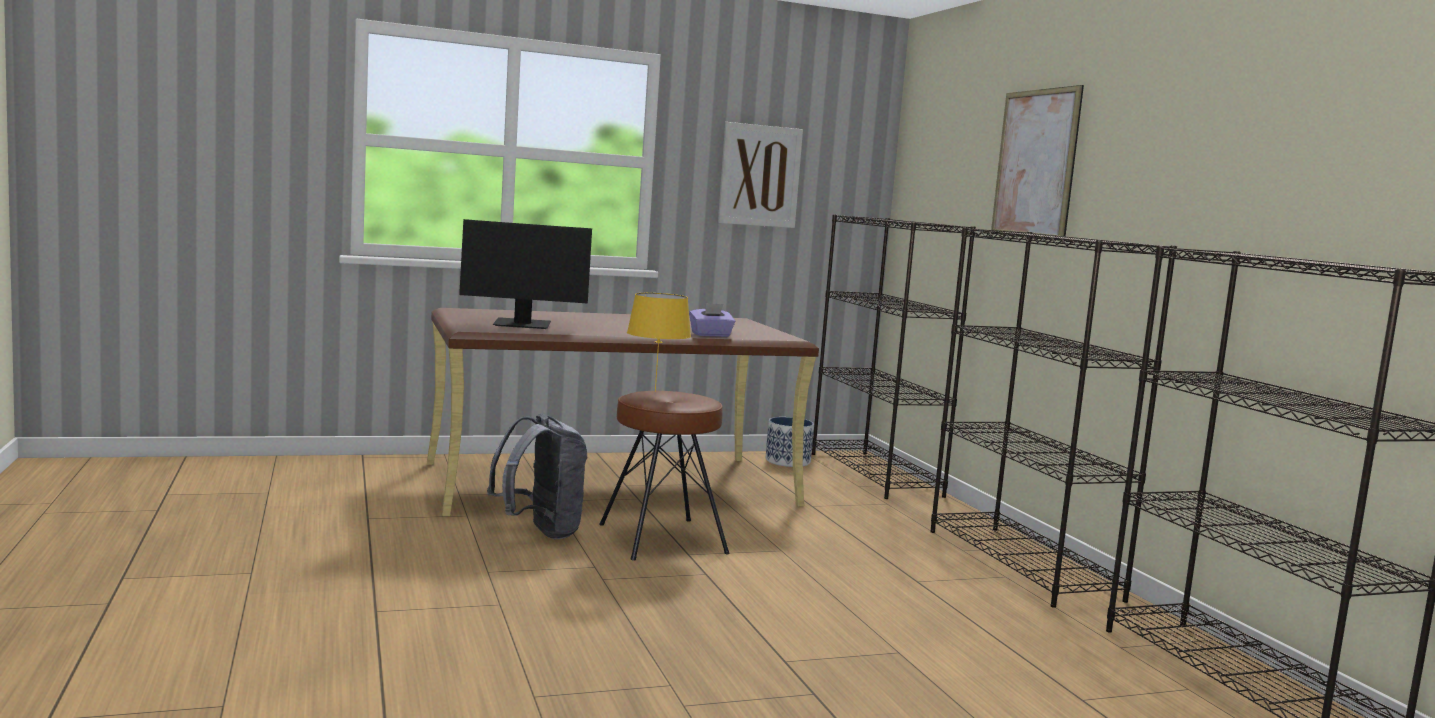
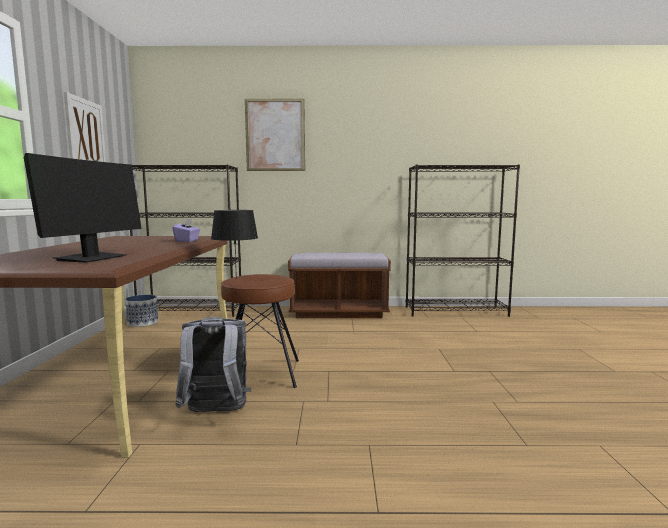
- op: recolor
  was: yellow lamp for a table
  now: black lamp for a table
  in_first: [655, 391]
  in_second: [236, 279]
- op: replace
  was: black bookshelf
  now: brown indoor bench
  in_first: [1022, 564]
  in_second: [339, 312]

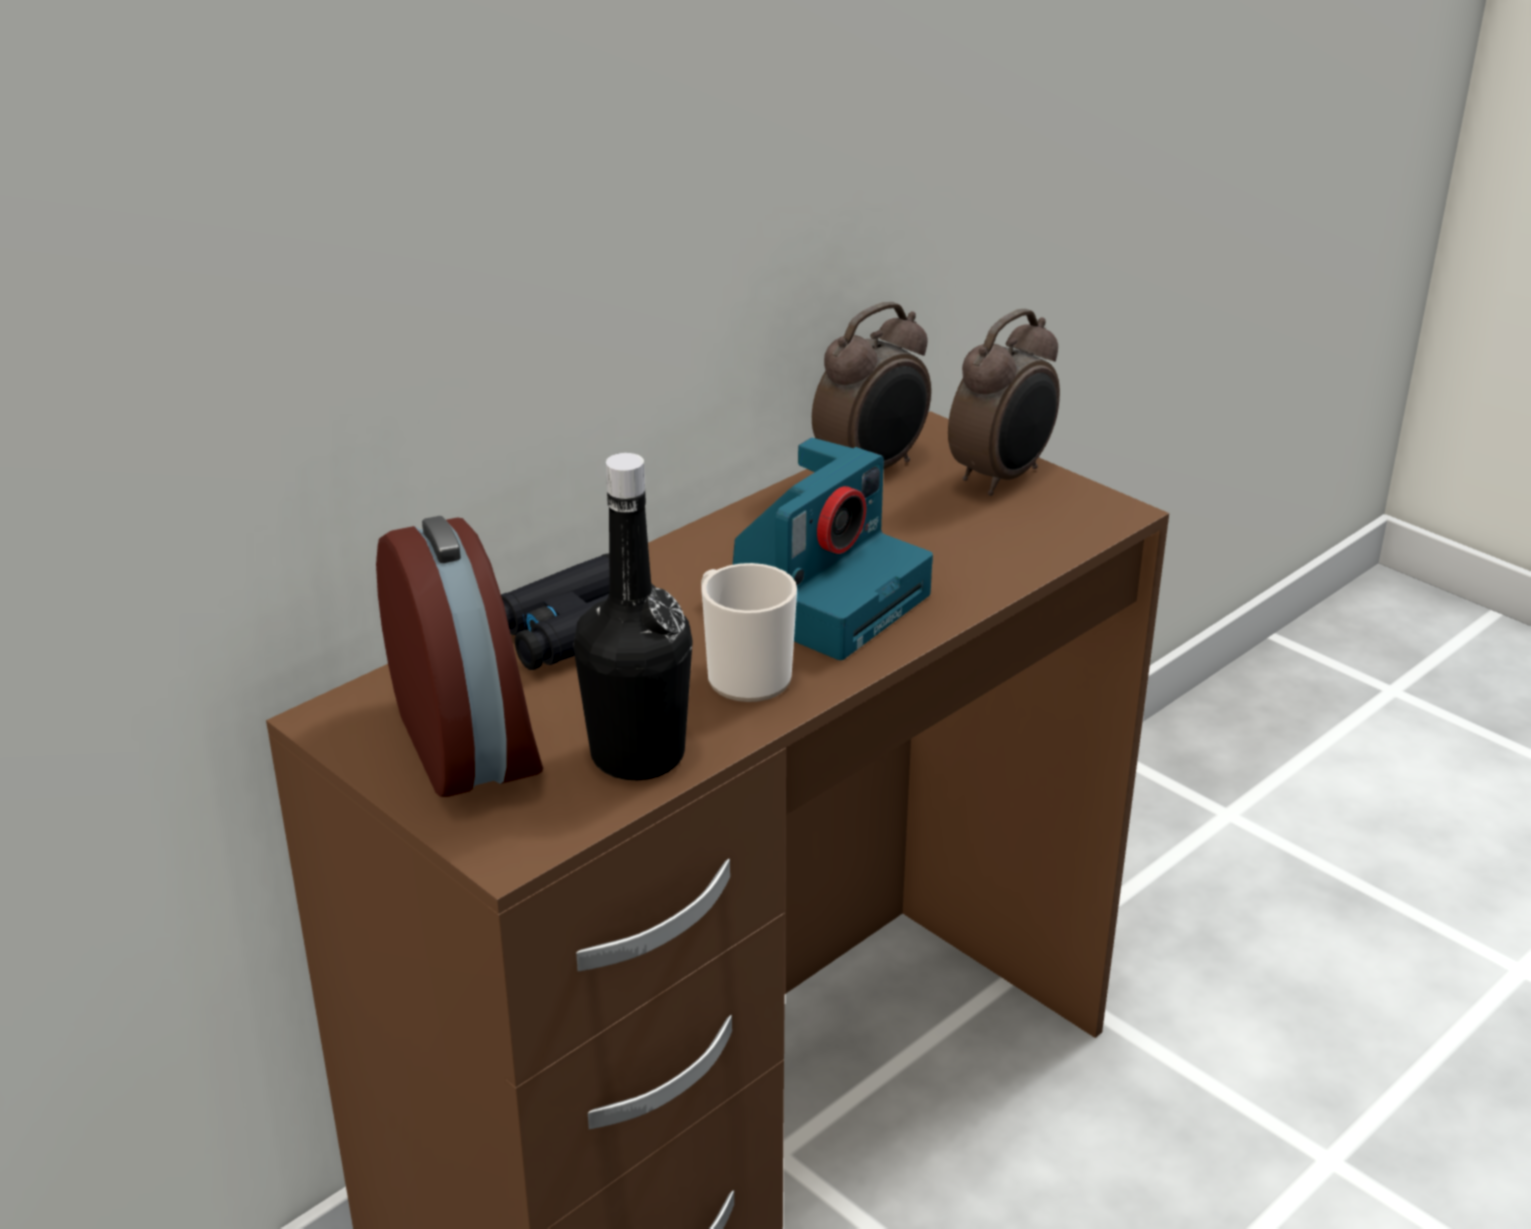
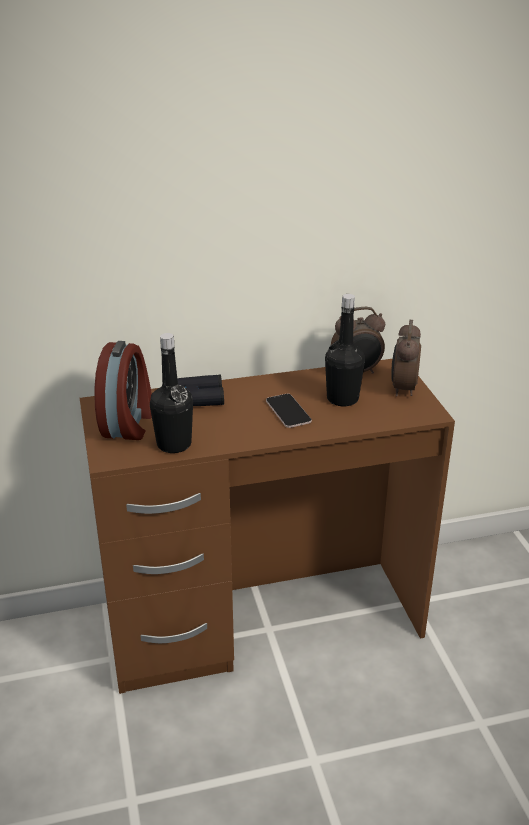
- op: delete
  was: coffee mug
  in_first: [742, 674]
- op: replace
  was: still camera
  now: handset
  in_first: [819, 596]
  in_second: [288, 411]
- op: rotate
  was: table clock
  in_first: [1003, 477]
  in_second: [402, 389]
  clockwise: 120
- op: insert
  now: black beverage bottle
  in_second: [342, 399]

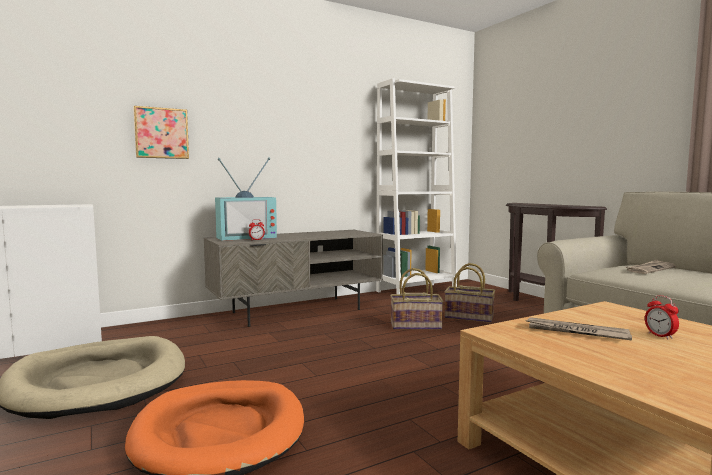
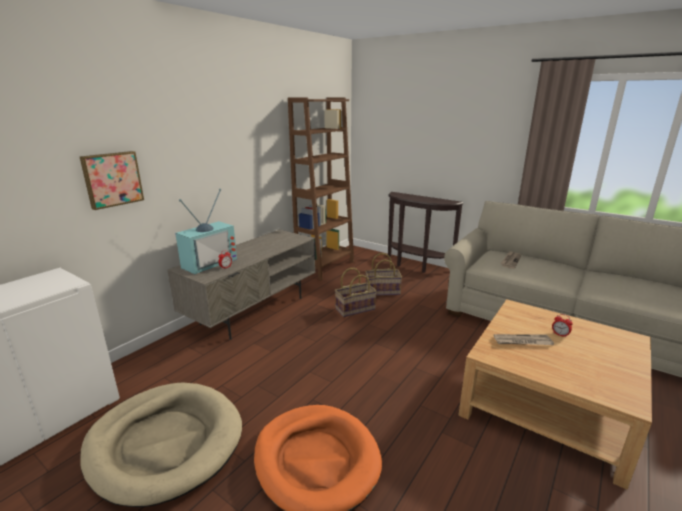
- op: recolor
  was: whitish bookshelf
  now: brown bookshelf
  in_first: [416, 291]
  in_second: [325, 267]

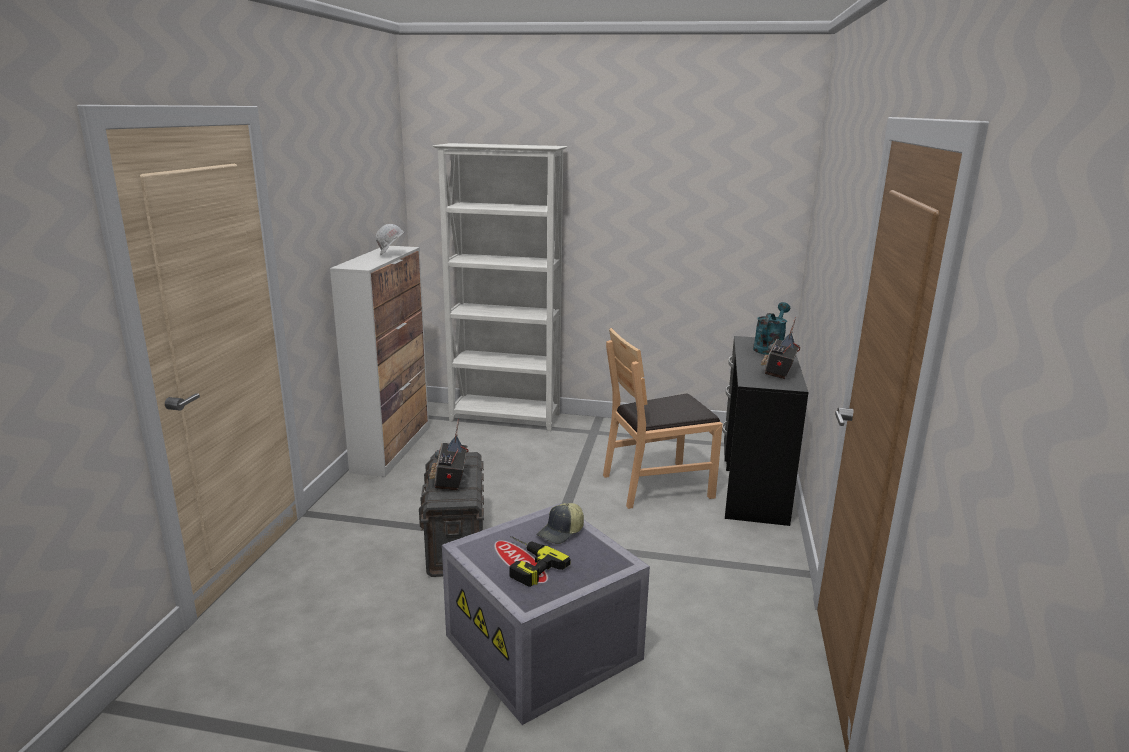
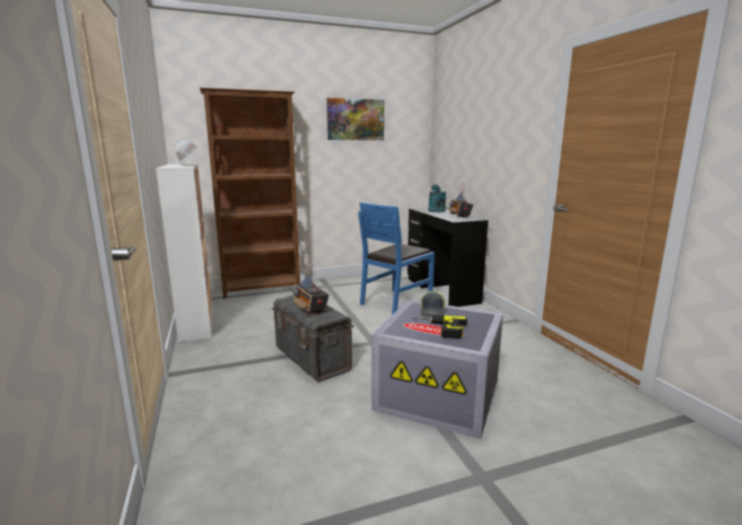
- op: recolor
  was: whitish bookshelf
  now: brown bookshelf
  in_first: [505, 418]
  in_second: [262, 290]
- op: recolor
  was: brown plain chair
  now: blue-coloured plain chair
  in_first: [657, 485]
  in_second: [395, 302]
- op: insert
  now: wall art
  in_second: [355, 119]

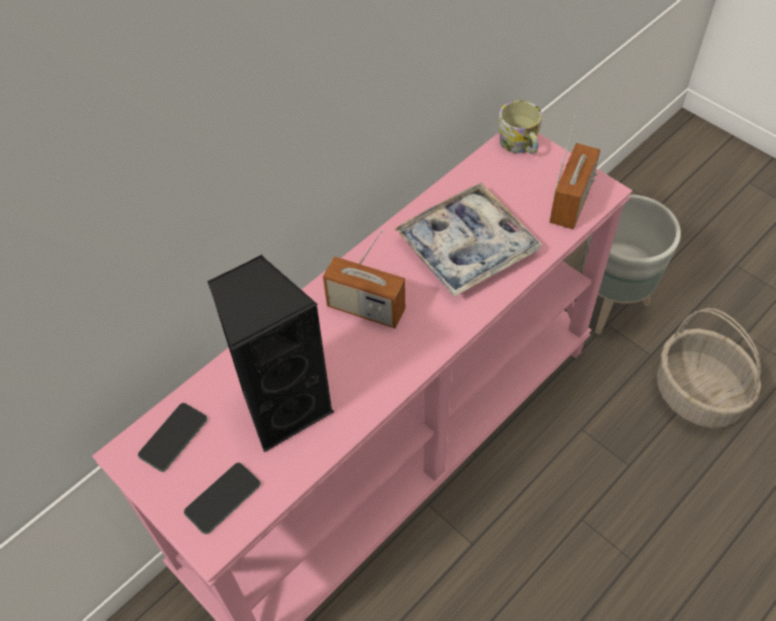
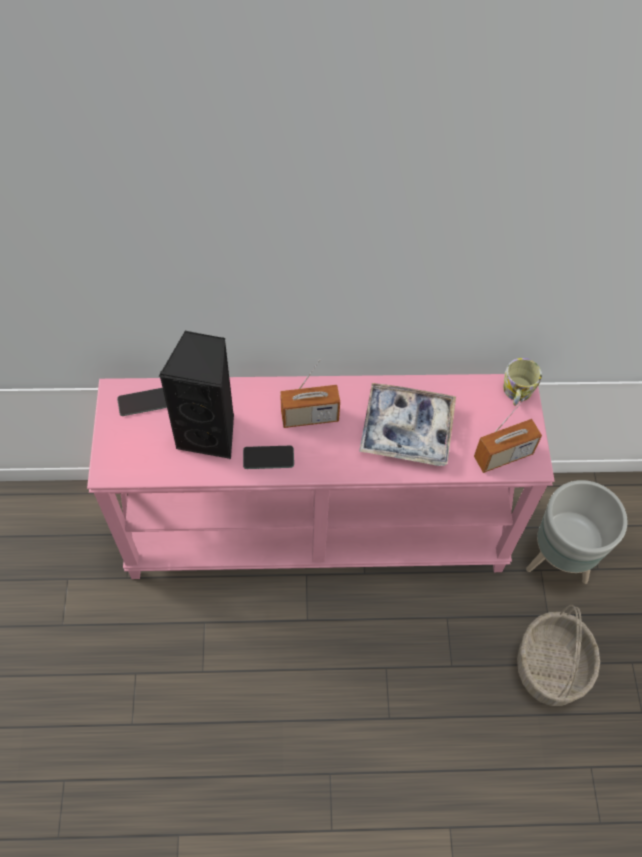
- op: move
  was: handset
  in_first: [223, 498]
  in_second: [268, 458]
- op: rotate
  was: radio set
  in_first: [366, 308]
  in_second: [309, 417]
  clockwise: -75

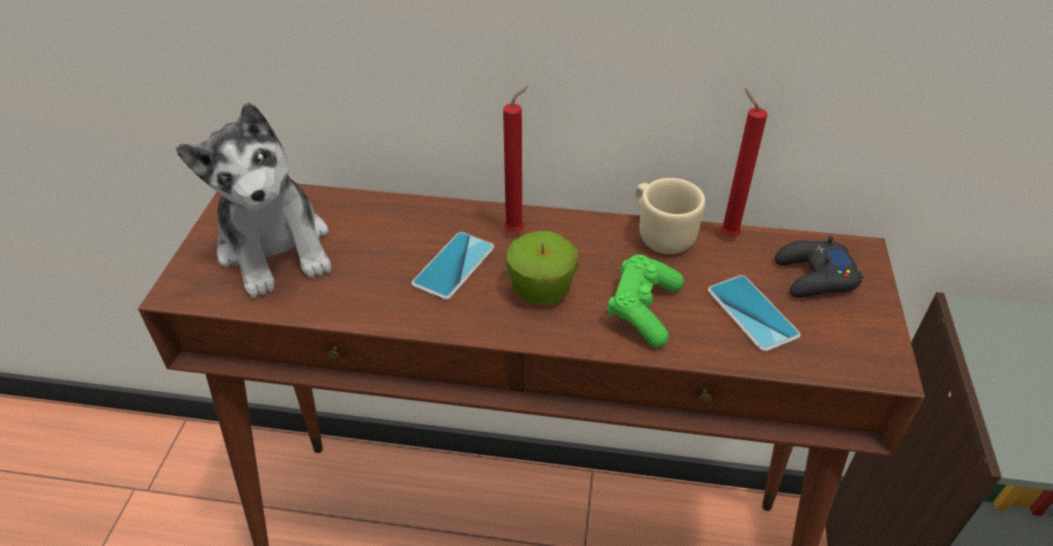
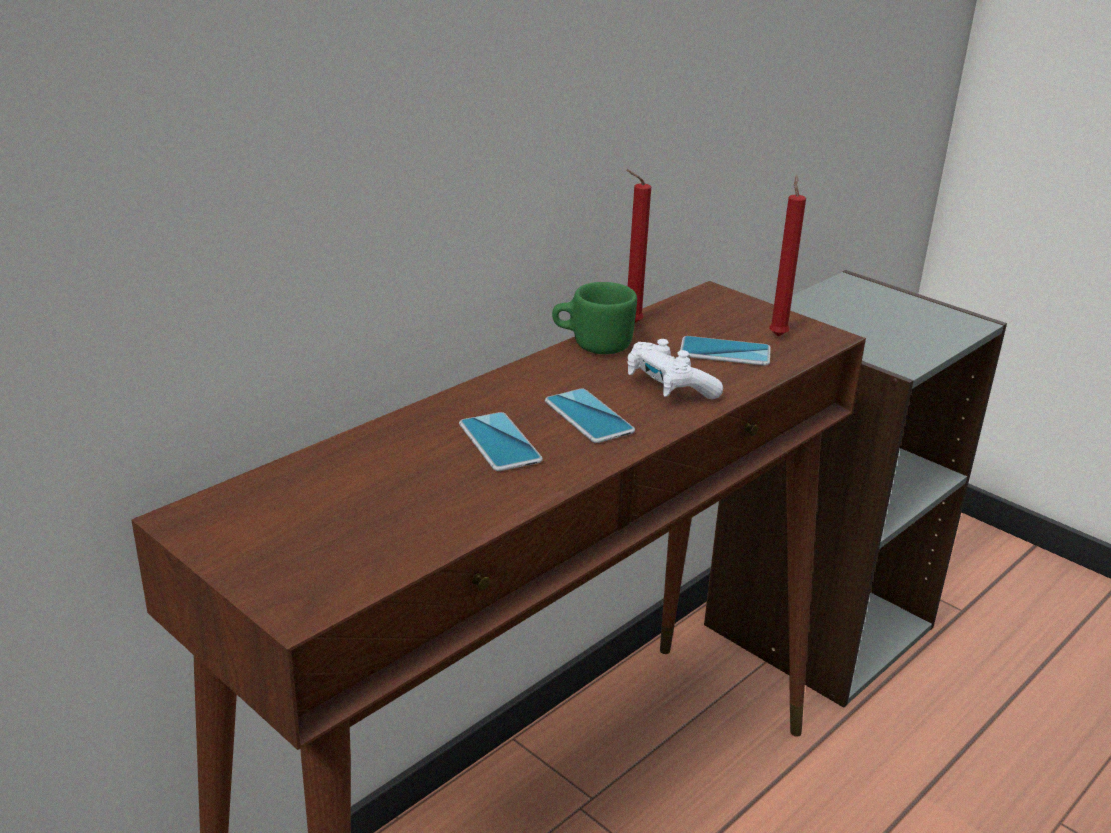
- op: delete
  was: cuddly toy
  in_first: [276, 248]
- op: move
  was: red candle
  in_first: [517, 231]
  in_second: [777, 335]
- op: replace
  was: apple
  now: handset
  in_first: [541, 290]
  in_second: [589, 417]
- op: recolor
  was: green joypad
  now: whitish joypad
  in_first: [643, 310]
  in_second: [669, 387]
- op: recolor
  was: sand-coloured coffee mug
  now: green coffee mug
  in_first: [661, 234]
  in_second: [592, 345]
- op: delete
  was: black joypad
  in_first: [814, 277]

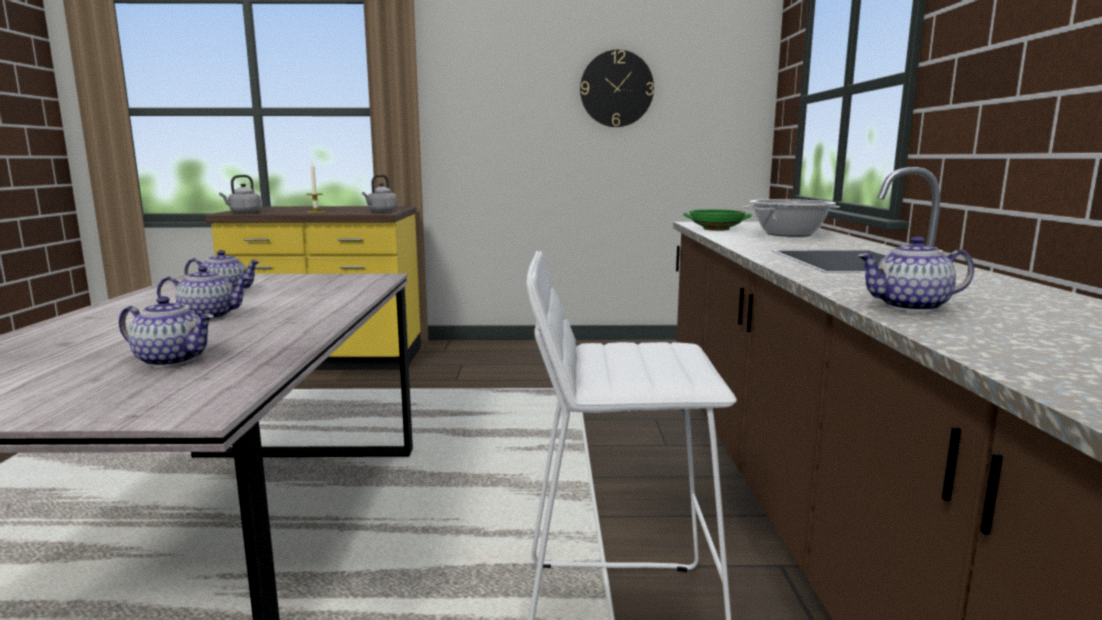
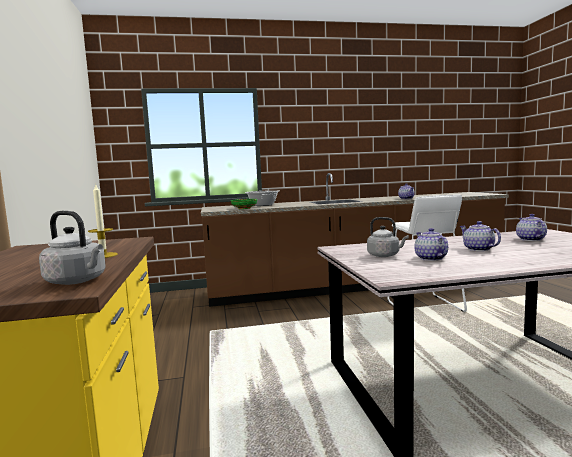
- op: move
  was: grey kettle
  in_first: [381, 211]
  in_second: [385, 255]
- op: delete
  was: hanging clock
  in_first: [616, 89]

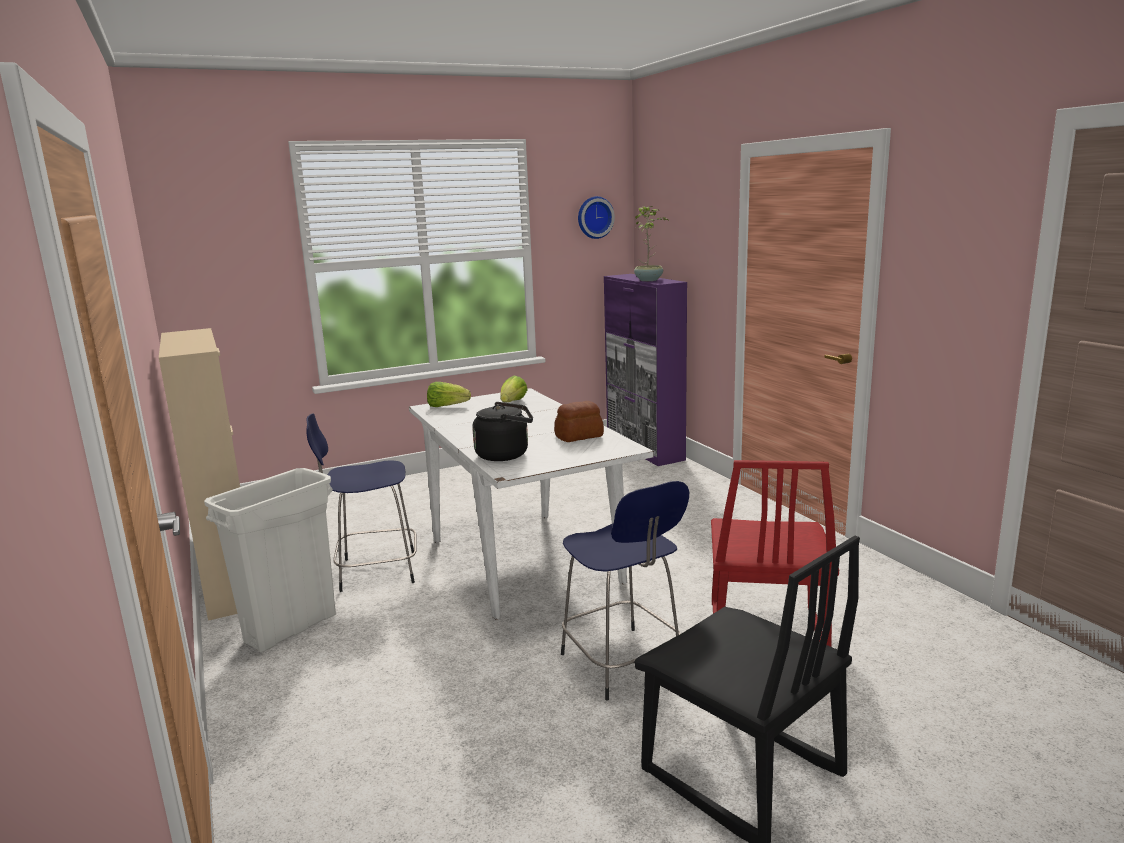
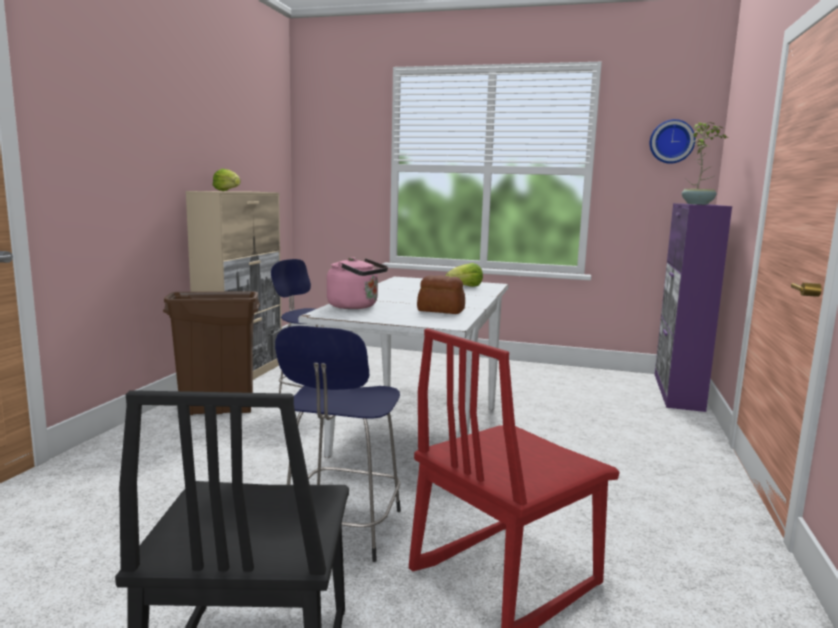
- op: recolor
  was: whitish waste bin
  now: brown waste bin
  in_first: [291, 628]
  in_second: [218, 410]
- op: move
  was: lettuce
  in_first: [447, 406]
  in_second: [227, 191]
- op: recolor
  was: black kettle
  now: pink-coloured kettle
  in_first: [505, 454]
  in_second: [356, 306]

